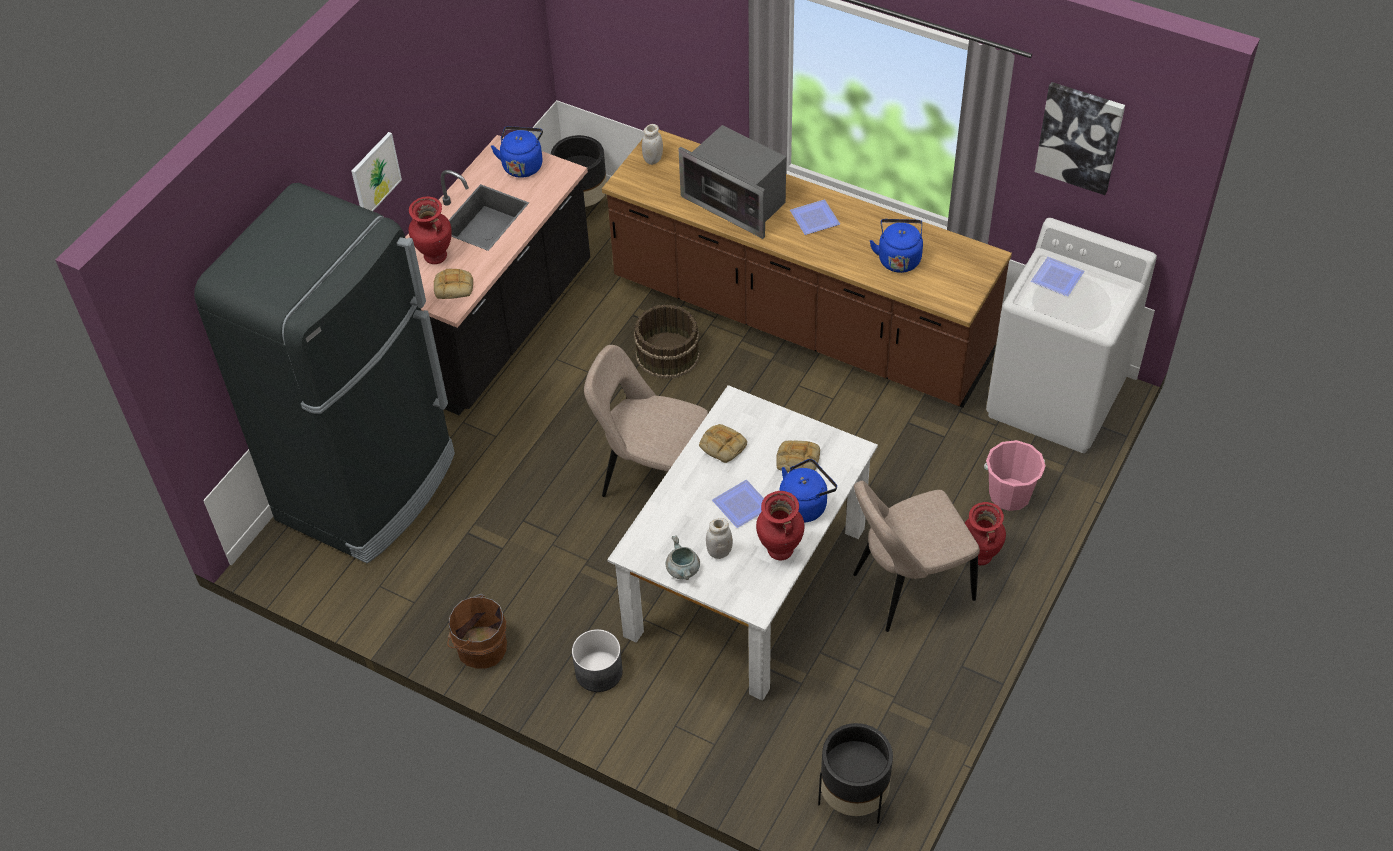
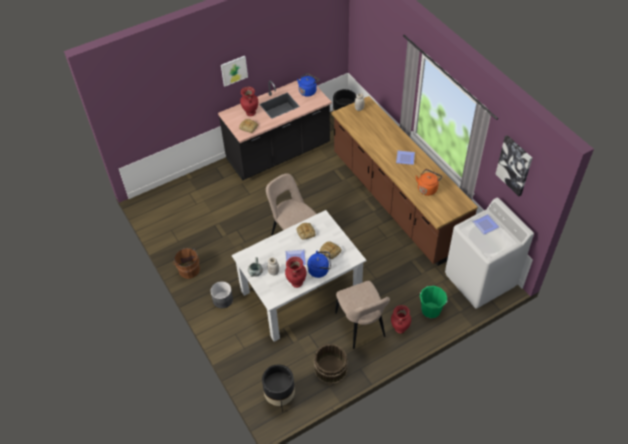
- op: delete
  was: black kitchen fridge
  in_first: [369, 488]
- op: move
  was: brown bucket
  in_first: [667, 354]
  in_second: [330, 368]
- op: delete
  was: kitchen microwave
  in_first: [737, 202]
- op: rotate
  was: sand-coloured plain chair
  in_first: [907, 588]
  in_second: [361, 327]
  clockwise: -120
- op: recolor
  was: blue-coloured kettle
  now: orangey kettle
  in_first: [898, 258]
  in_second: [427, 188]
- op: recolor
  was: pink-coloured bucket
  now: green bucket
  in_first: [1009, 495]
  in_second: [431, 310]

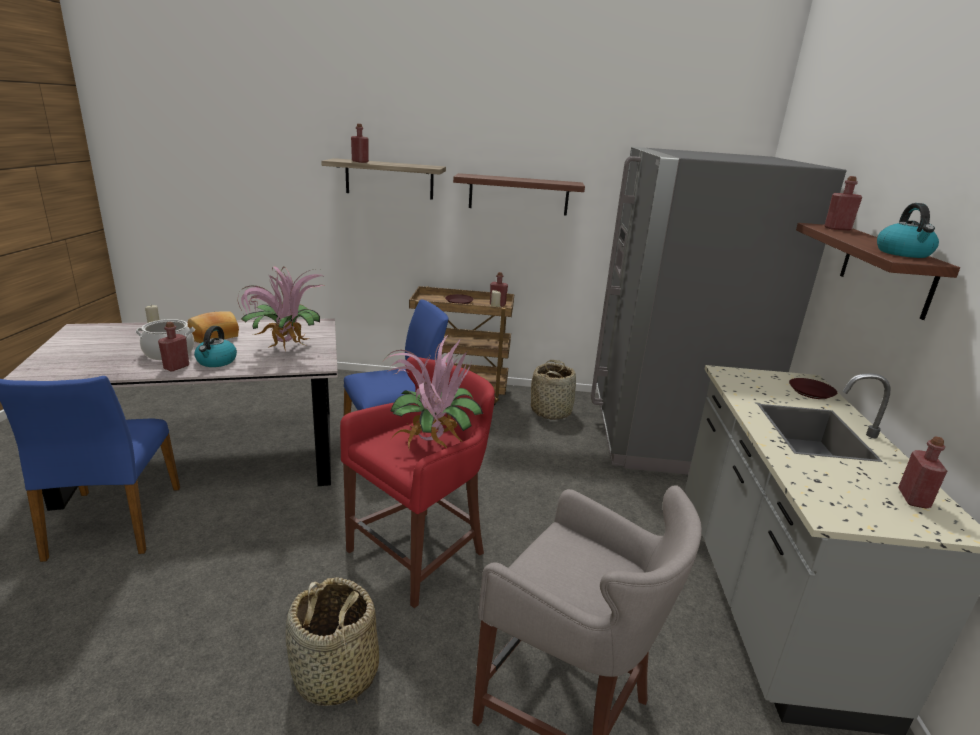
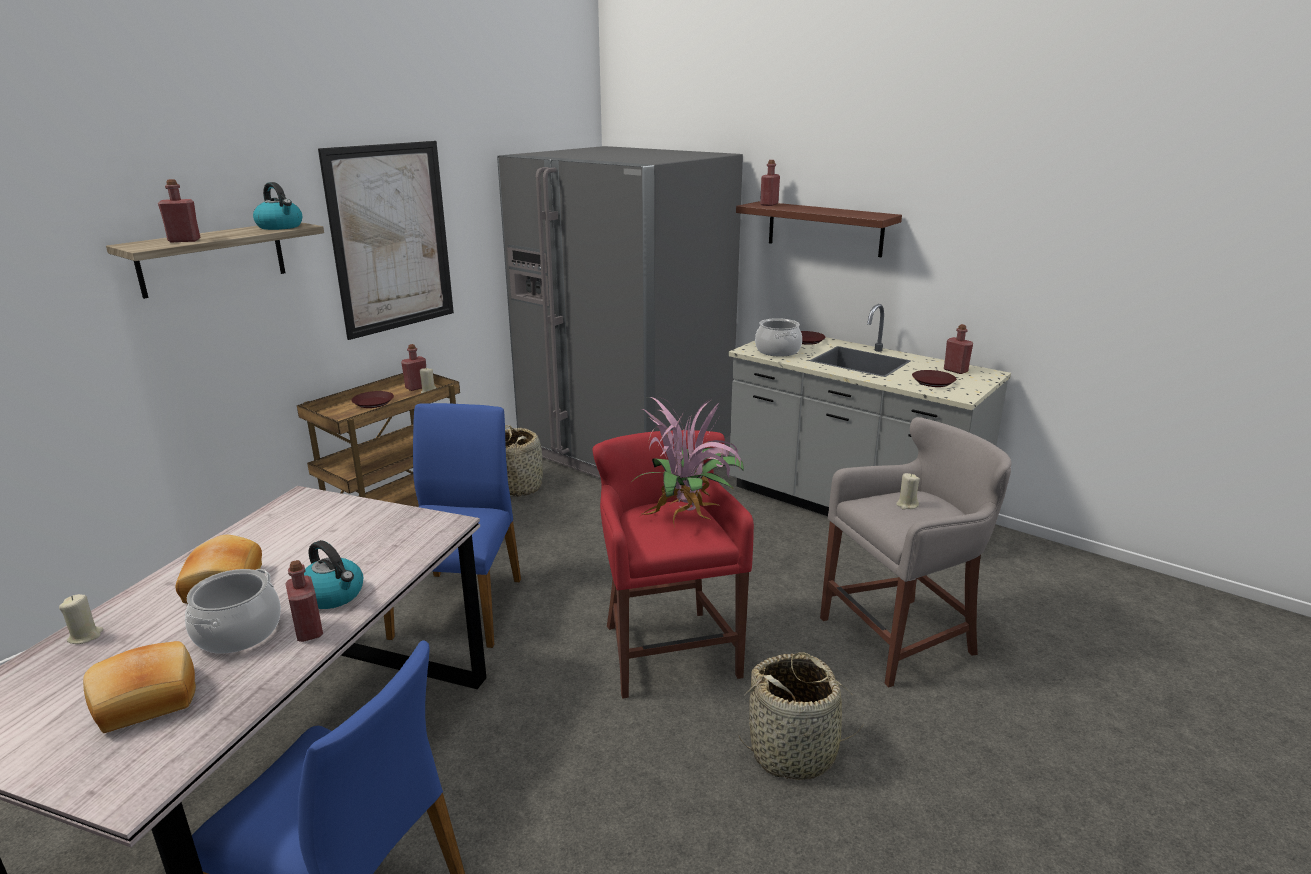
- op: delete
  was: potted plant
  in_first: [285, 349]
- op: replace
  was: wall shelf
  now: wall art
  in_first: [518, 194]
  in_second: [391, 238]
- op: move
  was: kettle
  in_first: [903, 253]
  in_second: [280, 227]
- op: insert
  now: bakery bread
  in_second: [147, 702]
- op: insert
  now: cooking pot
  in_second: [777, 351]
- op: insert
  now: sand-coloured candle
  in_second: [906, 505]
- op: insert
  now: brown plate
  in_second: [933, 382]

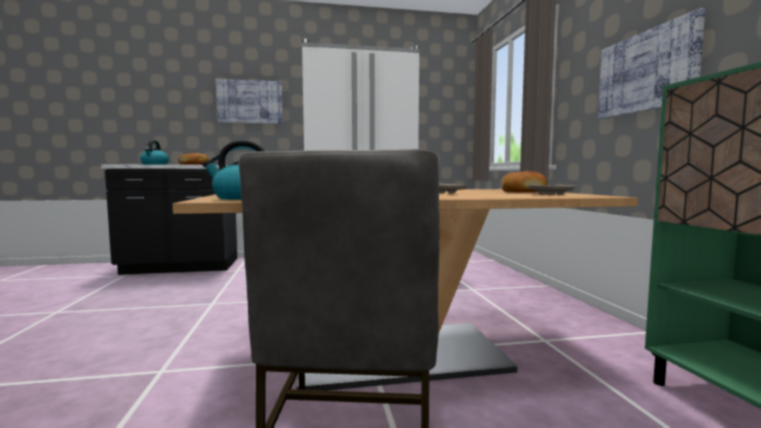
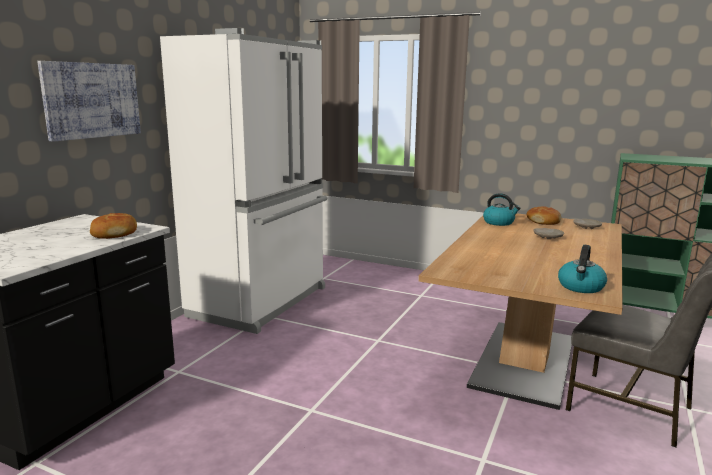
- op: move
  was: kettle
  in_first: [155, 164]
  in_second: [499, 222]
- op: delete
  was: wall art
  in_first: [646, 72]

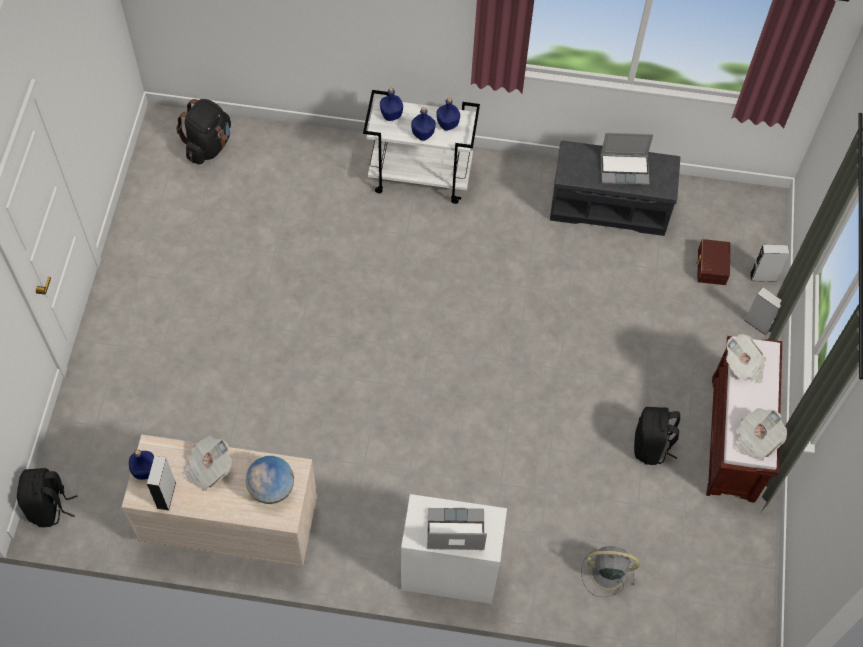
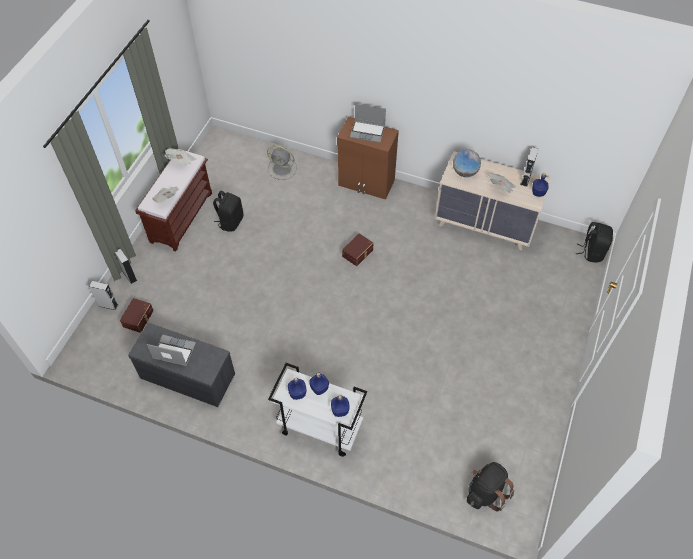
- op: recolor
  was: whitish storage cabinet
  now: brown storage cabinet
  in_first: [449, 571]
  in_second: [366, 183]
- op: insert
  now: brown storage bin
  in_second: [358, 253]

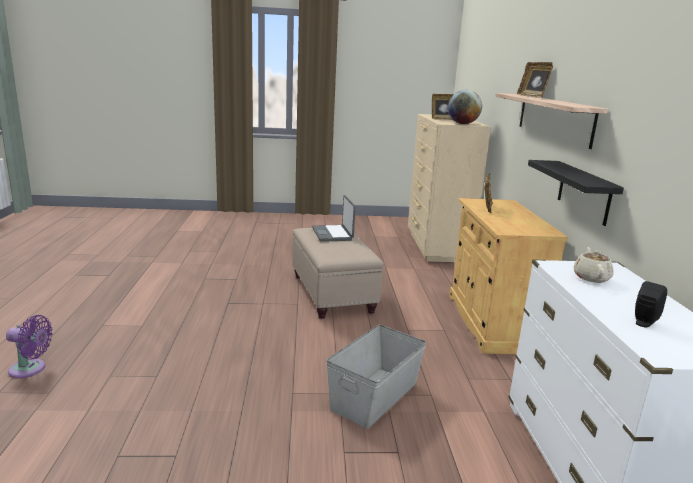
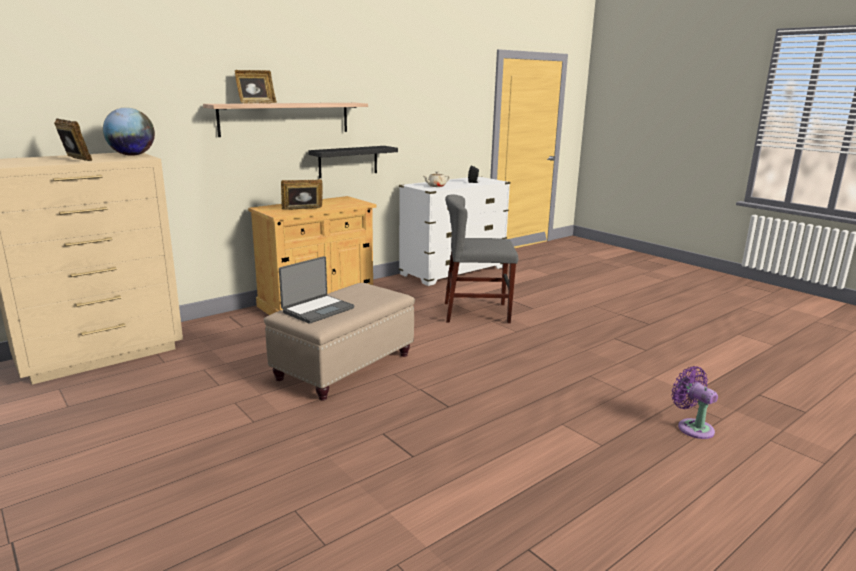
- op: replace
  was: grey storage bin
  now: grey plain chair
  in_first: [375, 396]
  in_second: [476, 312]

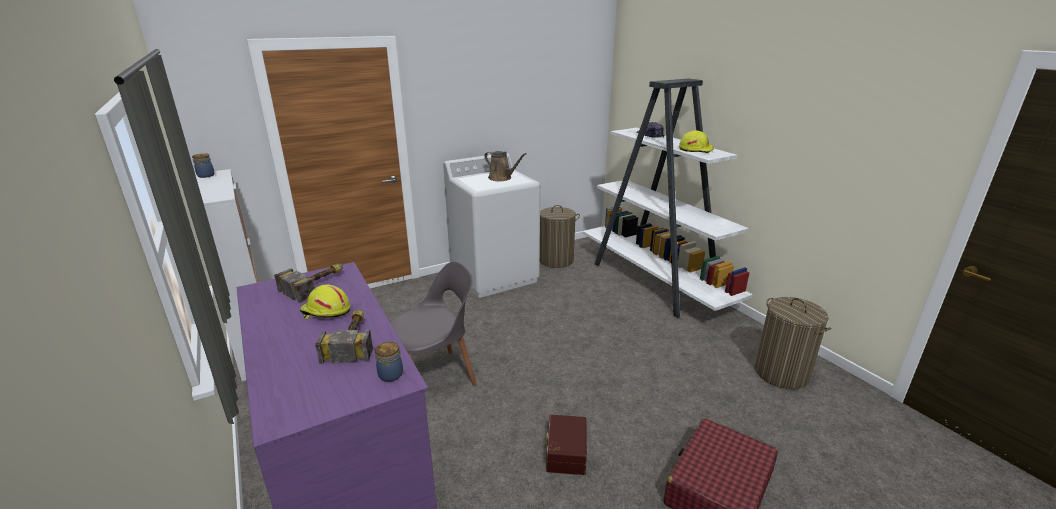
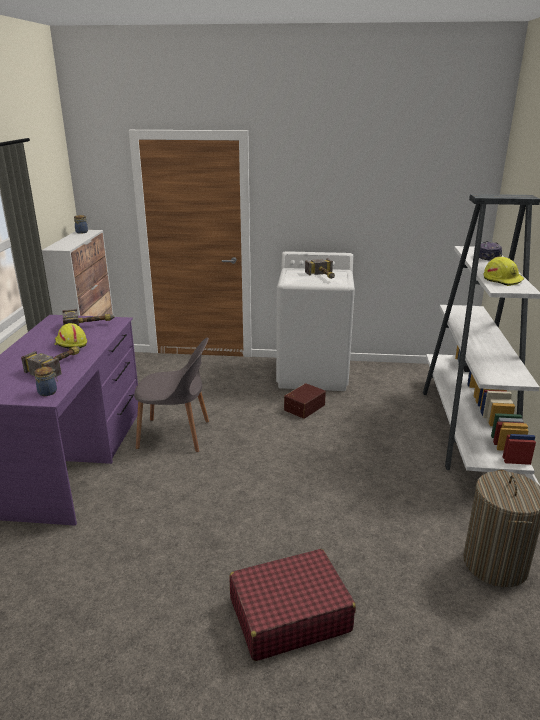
- op: replace
  was: brown watering pot
  now: hammer
  in_first: [502, 178]
  in_second: [324, 276]
- op: delete
  was: hamper
  in_first: [556, 260]
- op: move
  was: brown storage bin
  in_first: [564, 452]
  in_second: [303, 407]

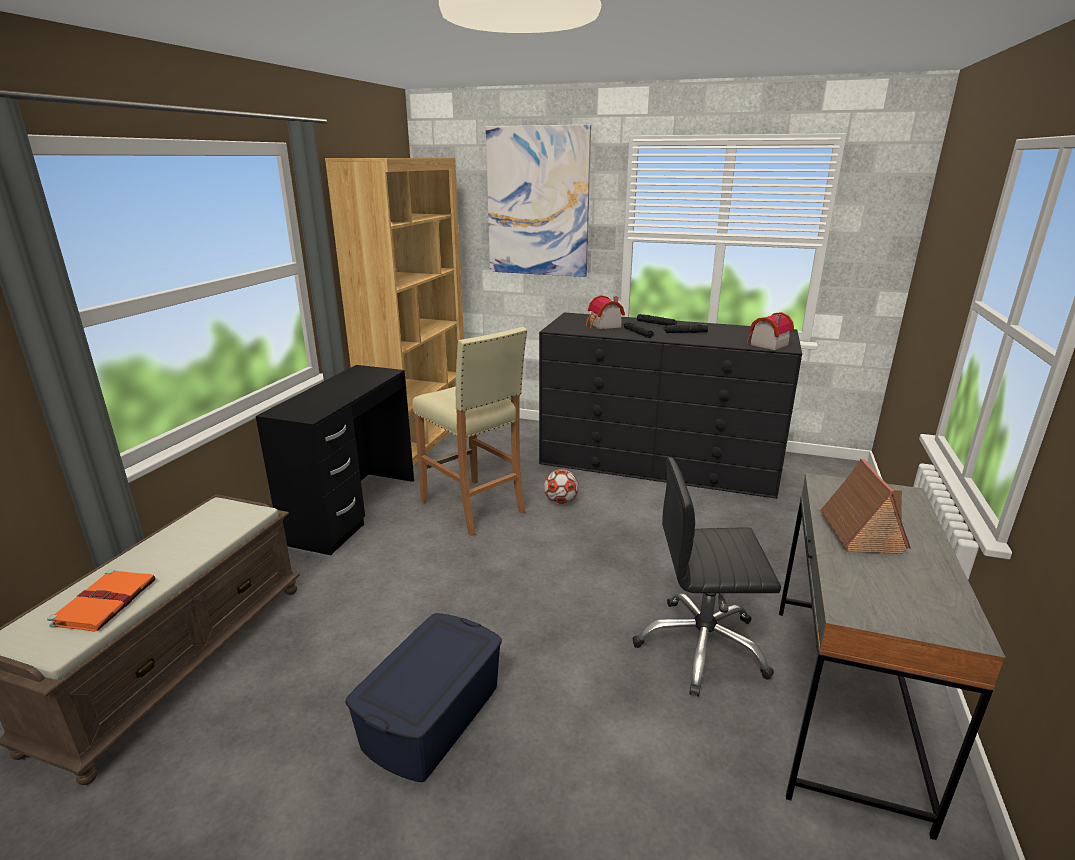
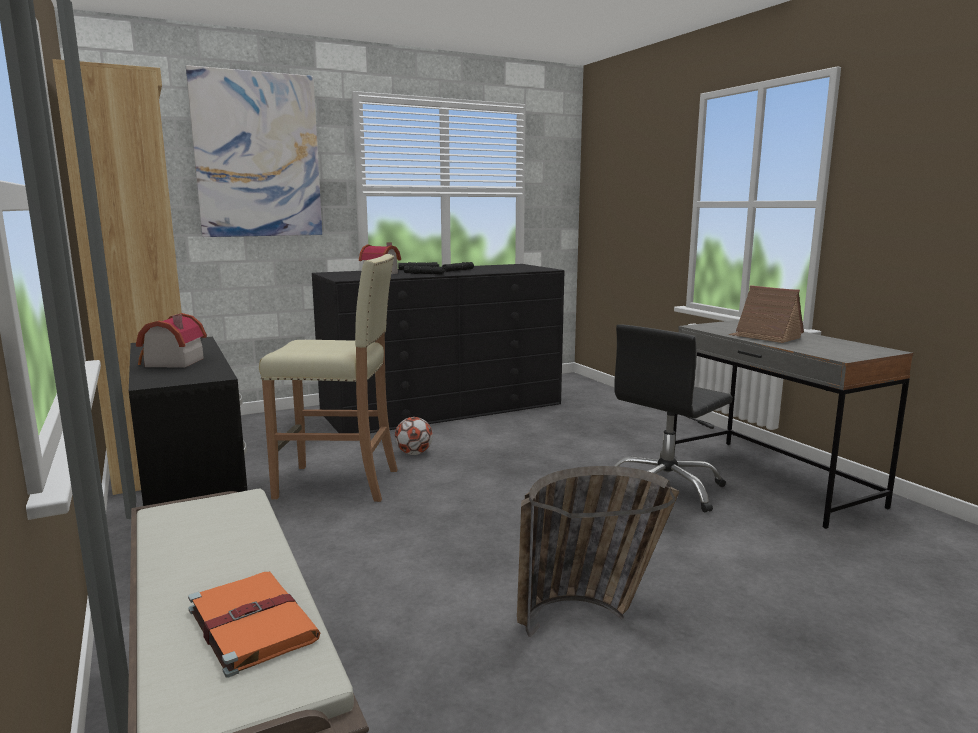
- op: replace
  was: blue-coloured storage bin
  now: household basket
  in_first: [431, 716]
  in_second: [590, 615]
- op: move
  was: toy house
  in_first: [766, 344]
  in_second: [170, 363]

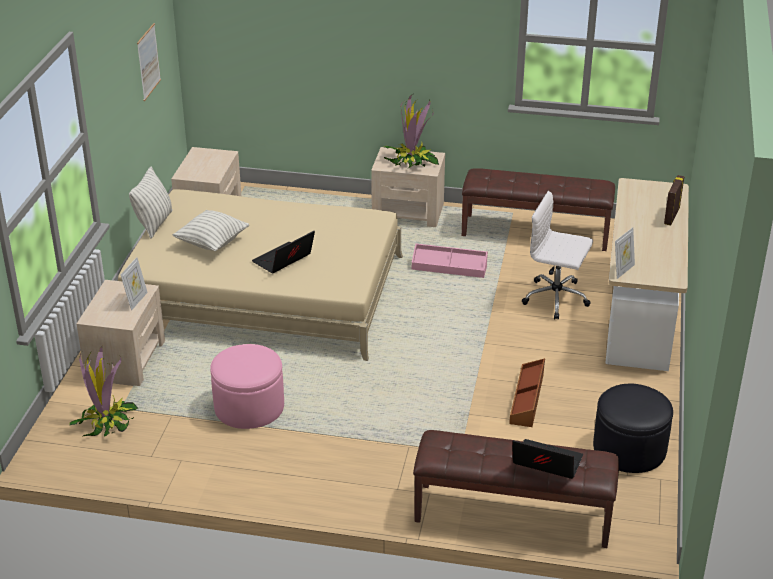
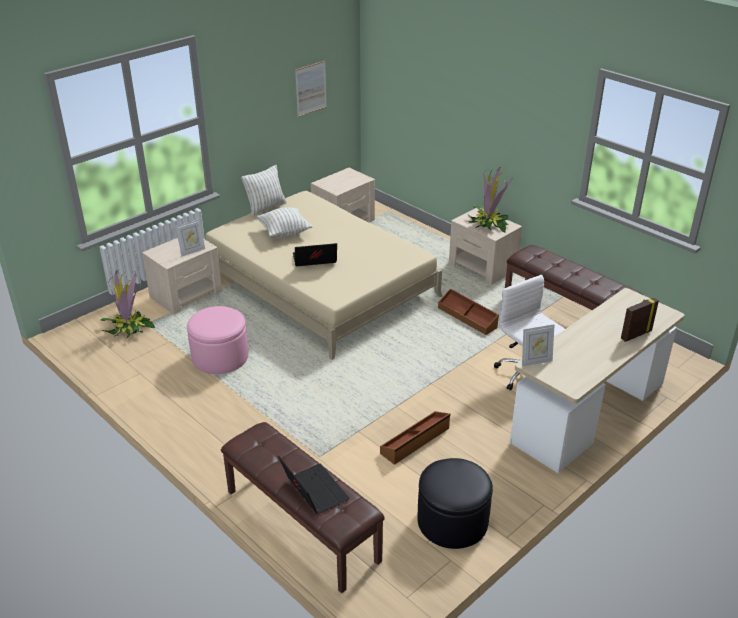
- op: recolor
  was: pink-coloured storage bin
  now: brown storage bin
  in_first: [449, 268]
  in_second: [467, 318]

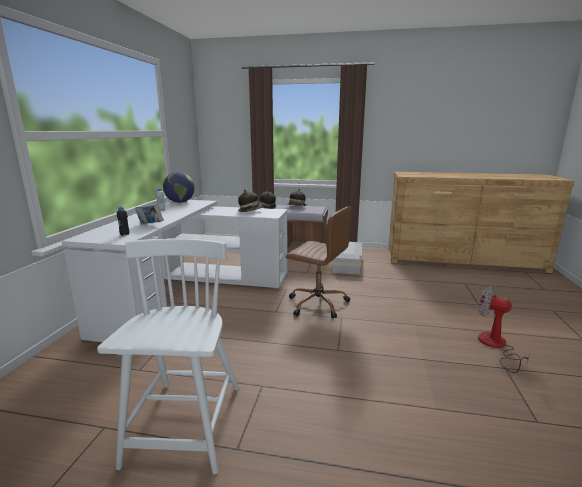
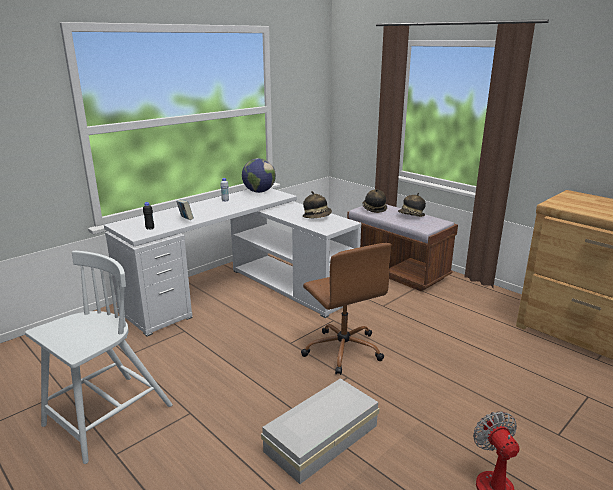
- op: move
  was: whitish storage bin
  in_first: [346, 264]
  in_second: [319, 438]

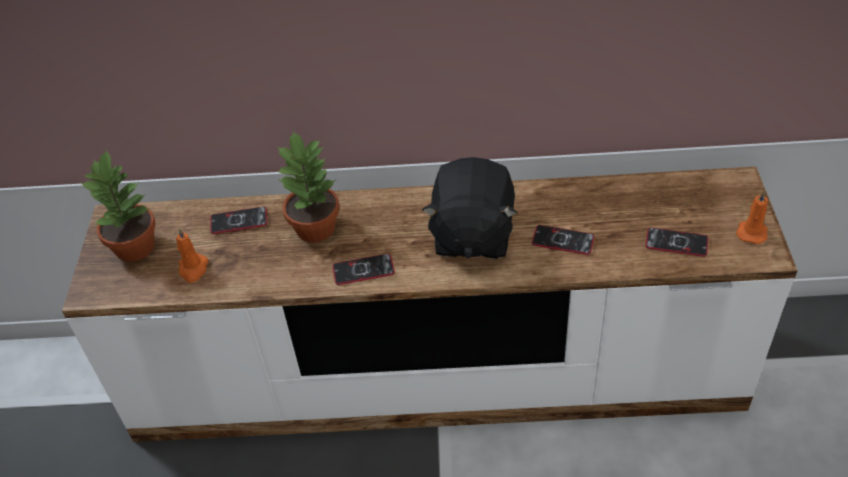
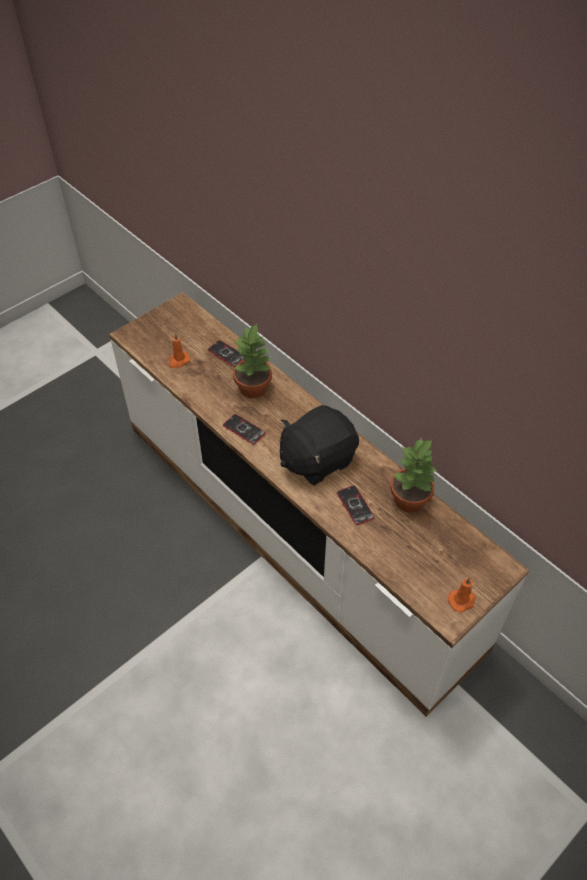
- op: move
  was: potted plant
  in_first: [136, 246]
  in_second: [410, 500]
- op: delete
  was: handset
  in_first: [676, 243]

